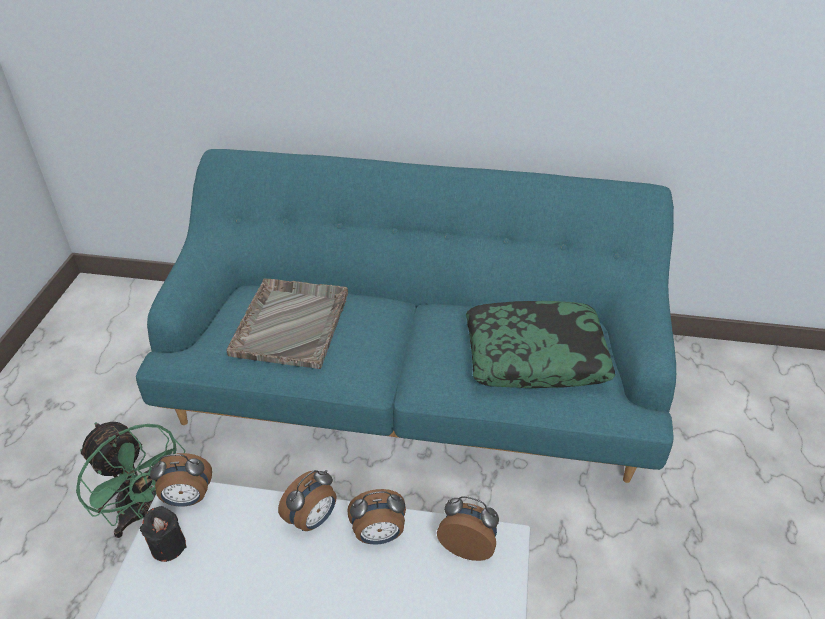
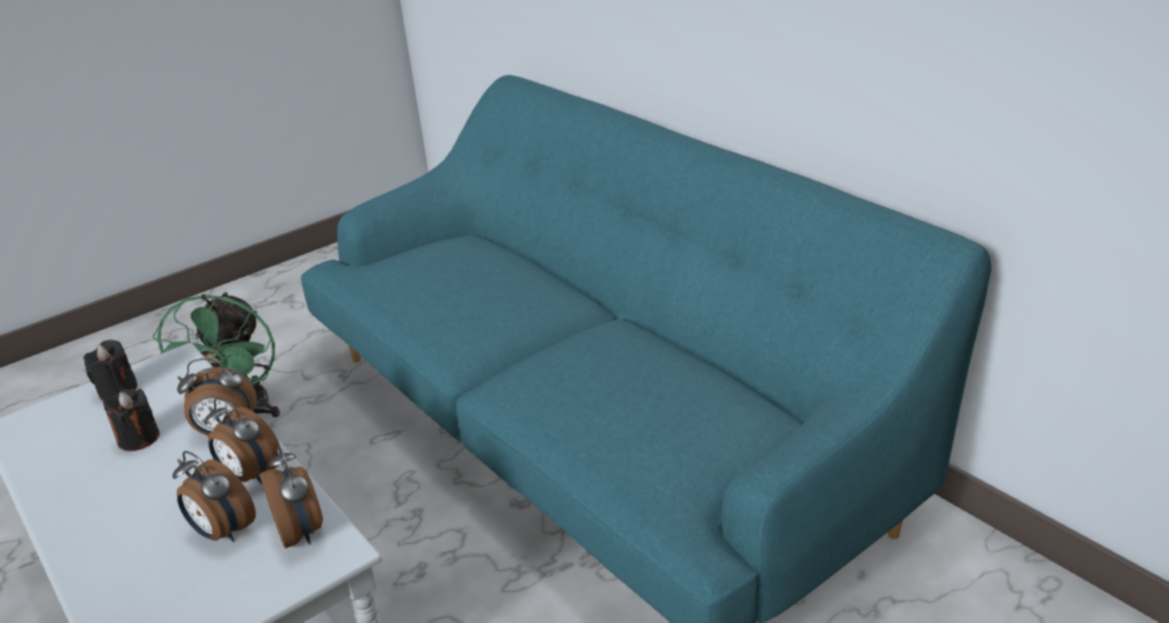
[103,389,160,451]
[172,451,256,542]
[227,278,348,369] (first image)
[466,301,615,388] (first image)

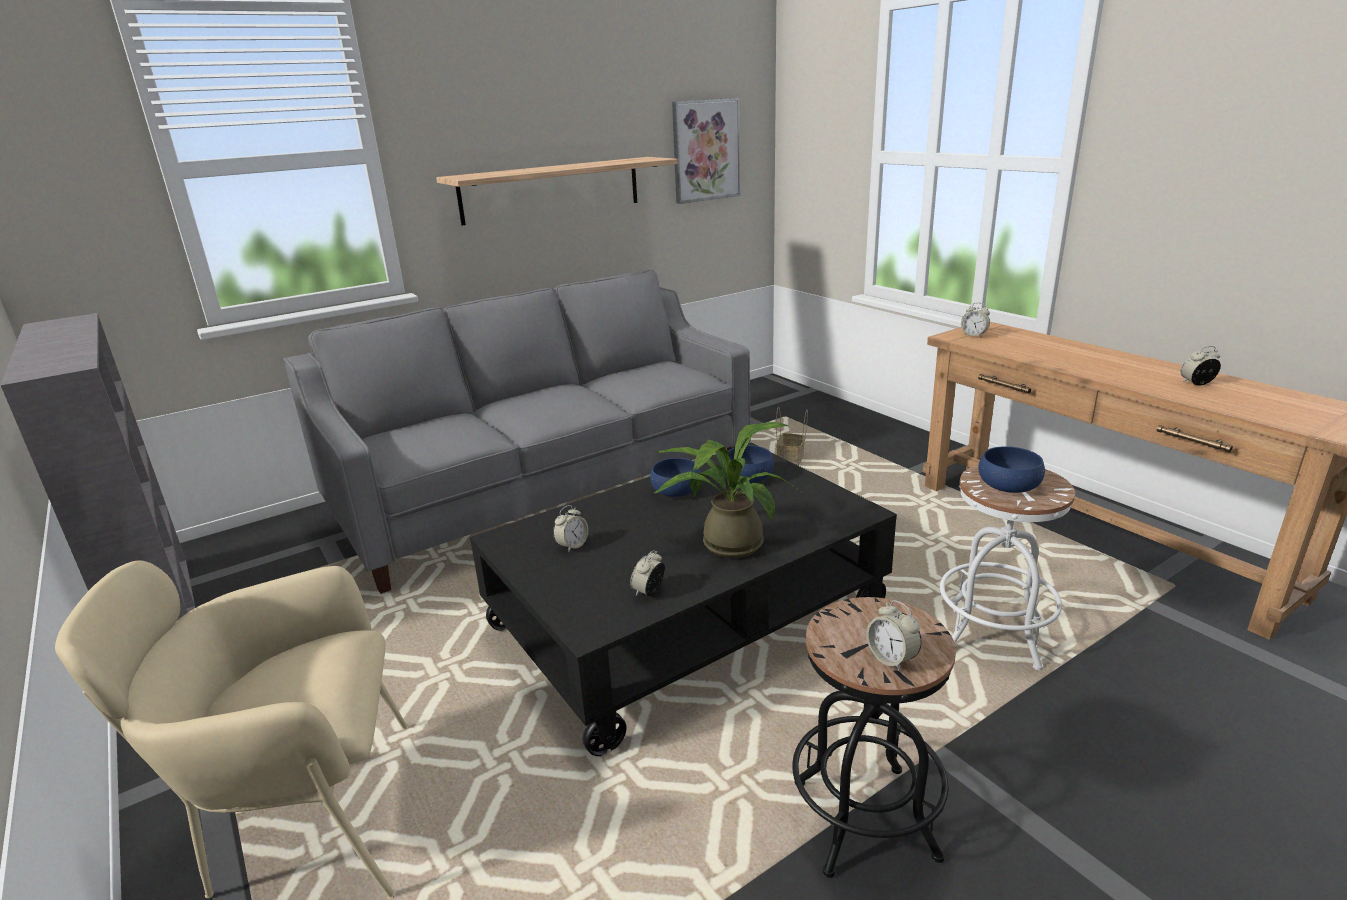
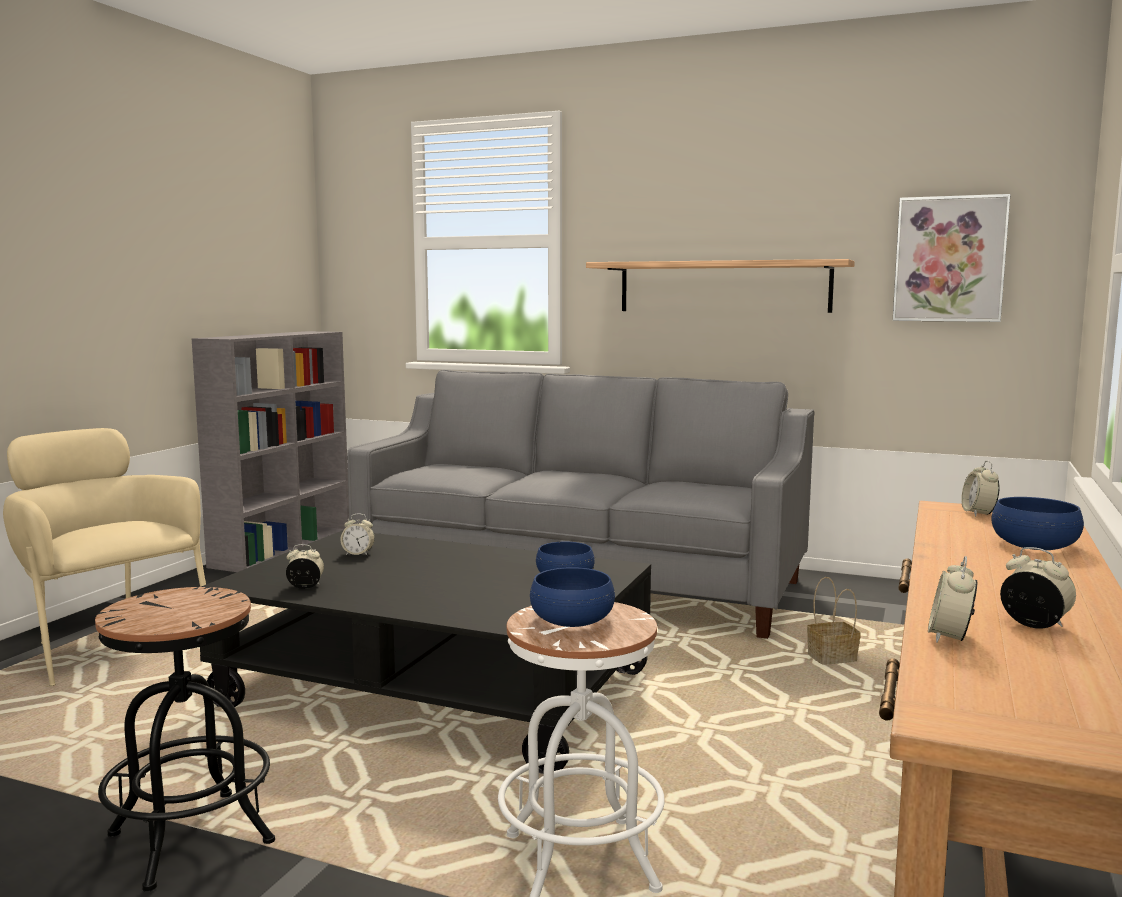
[928,556,977,643]
[992,497,1084,550]
[654,422,804,558] (first image)

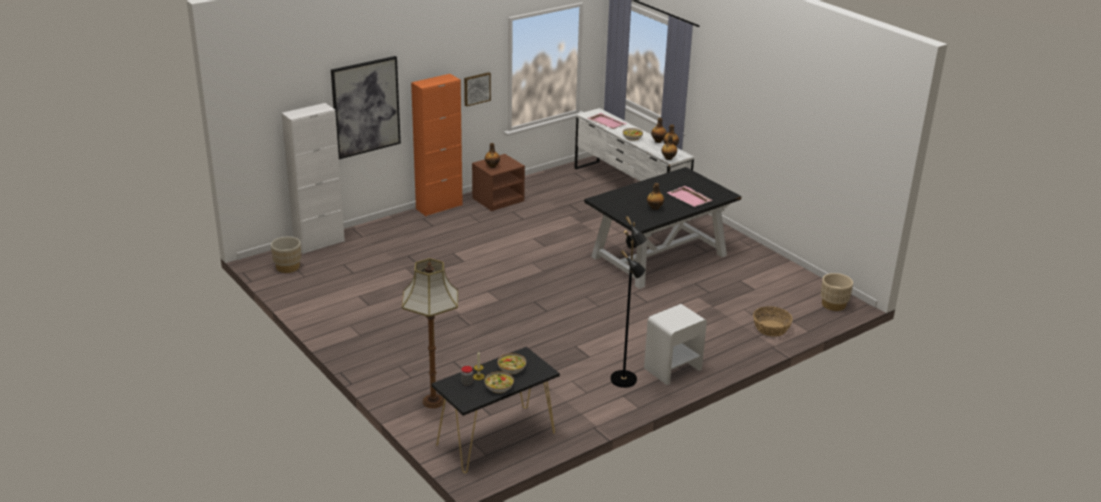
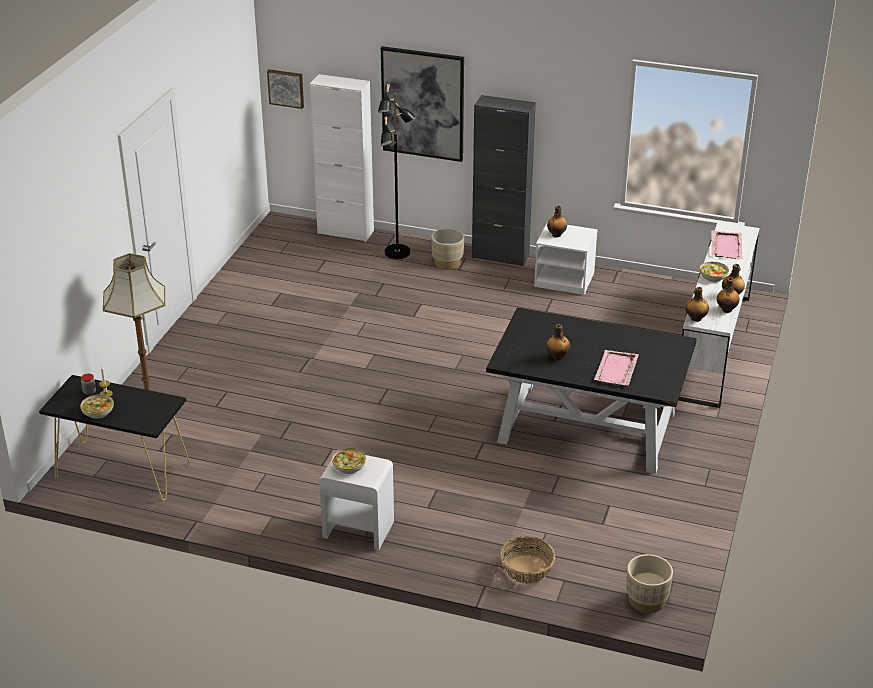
[267,69,304,109]
[332,448,366,474]
[378,84,416,259]
[431,228,464,270]
[472,95,536,266]
[534,222,598,295]

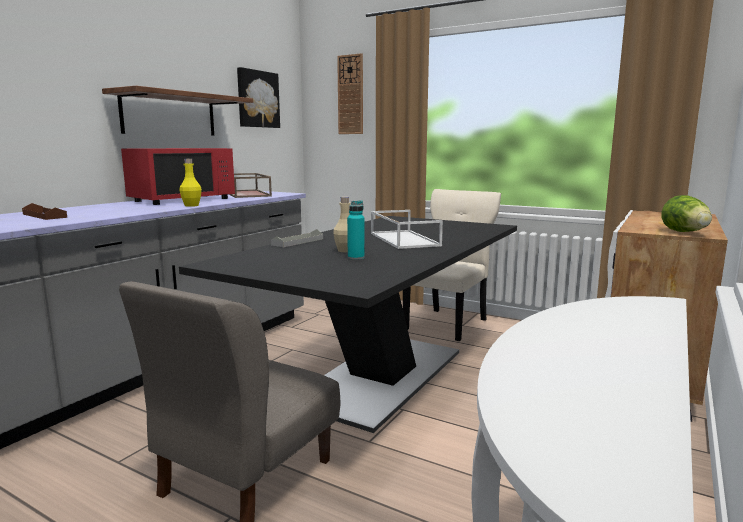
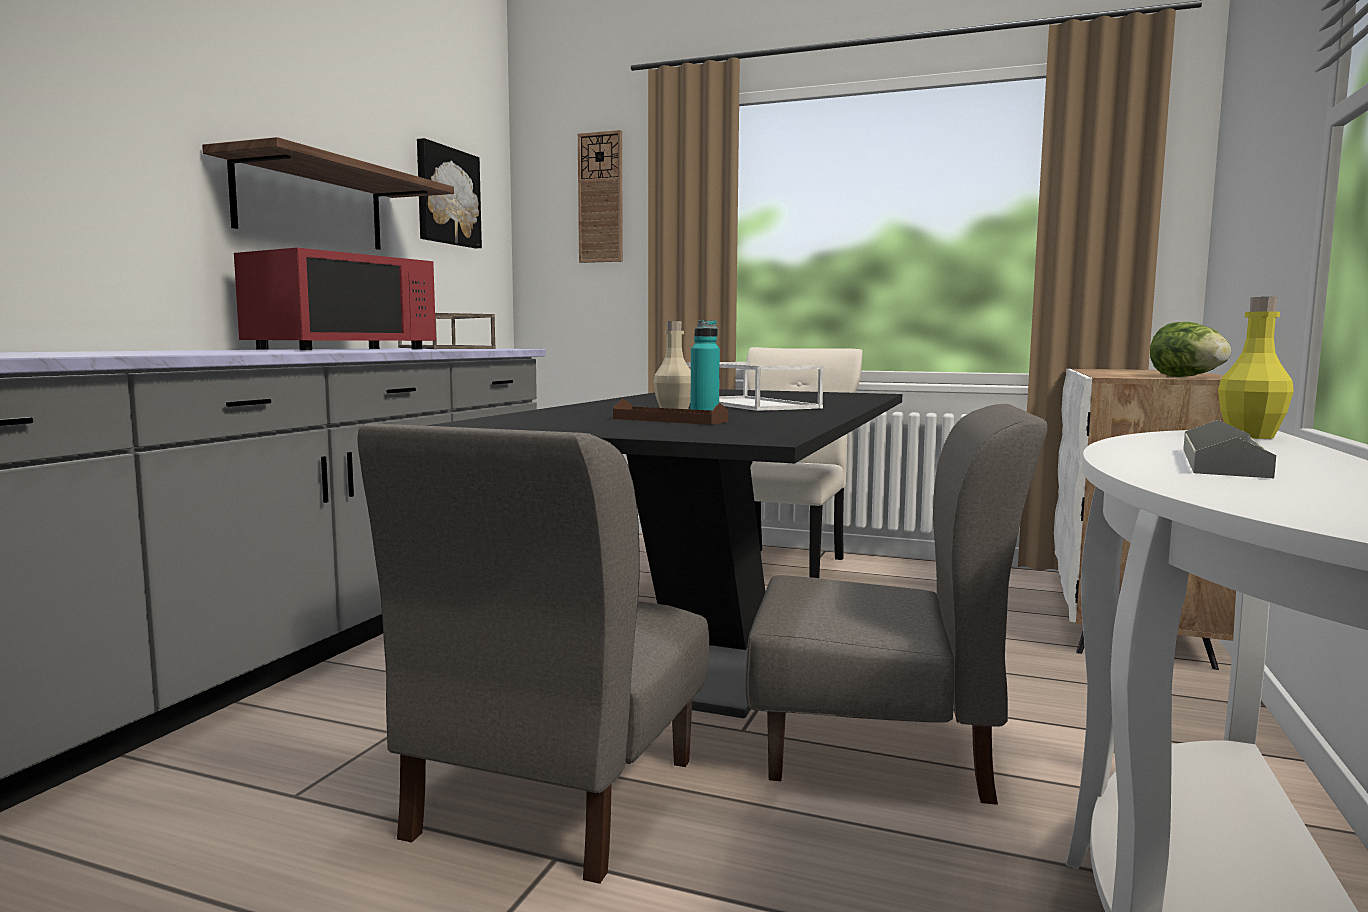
[613,398,728,425]
[745,404,1048,805]
[1183,420,1276,478]
[1218,297,1294,439]

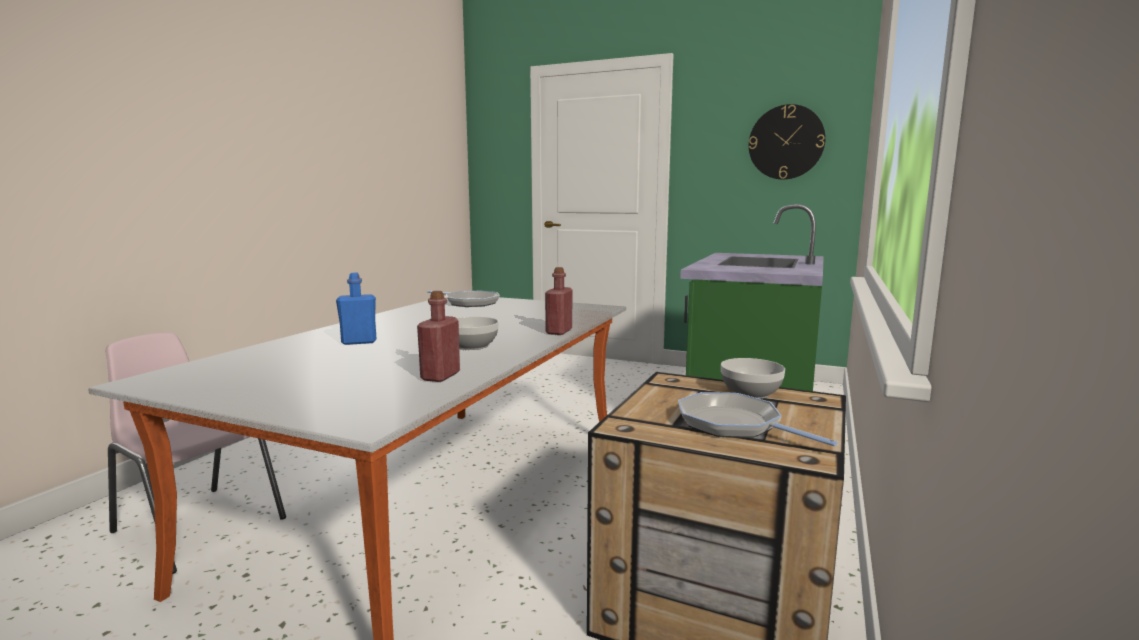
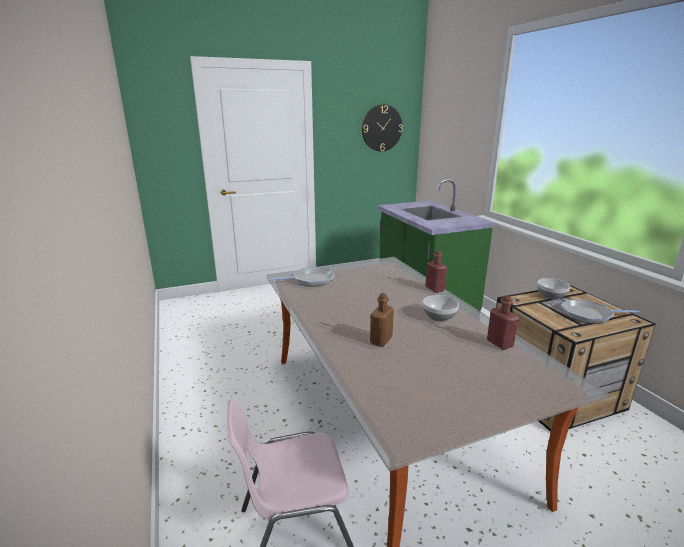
[370,293,394,347]

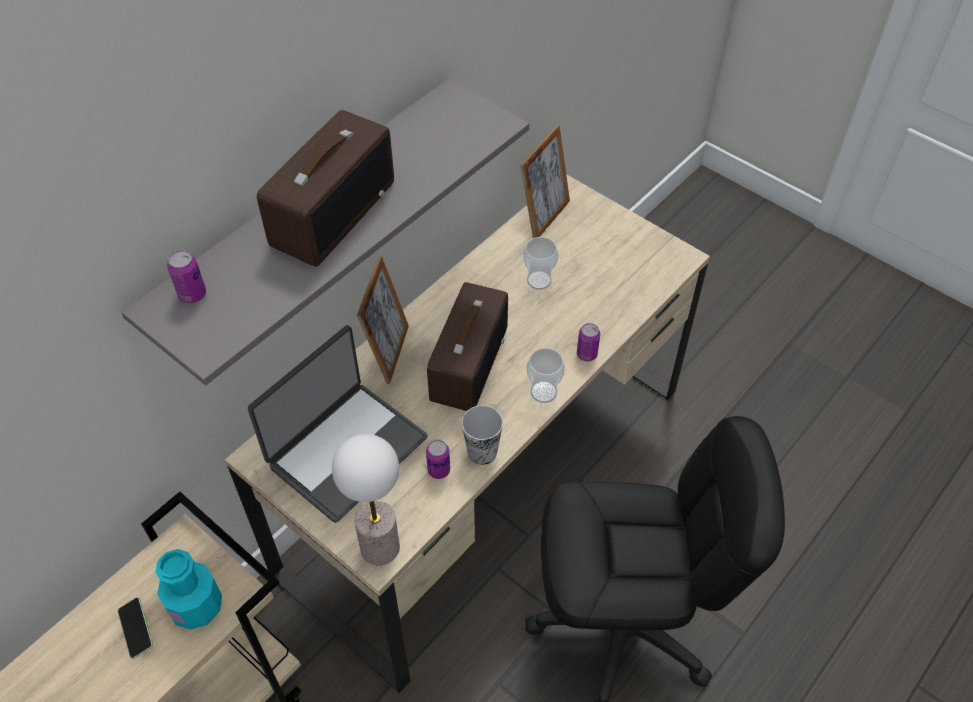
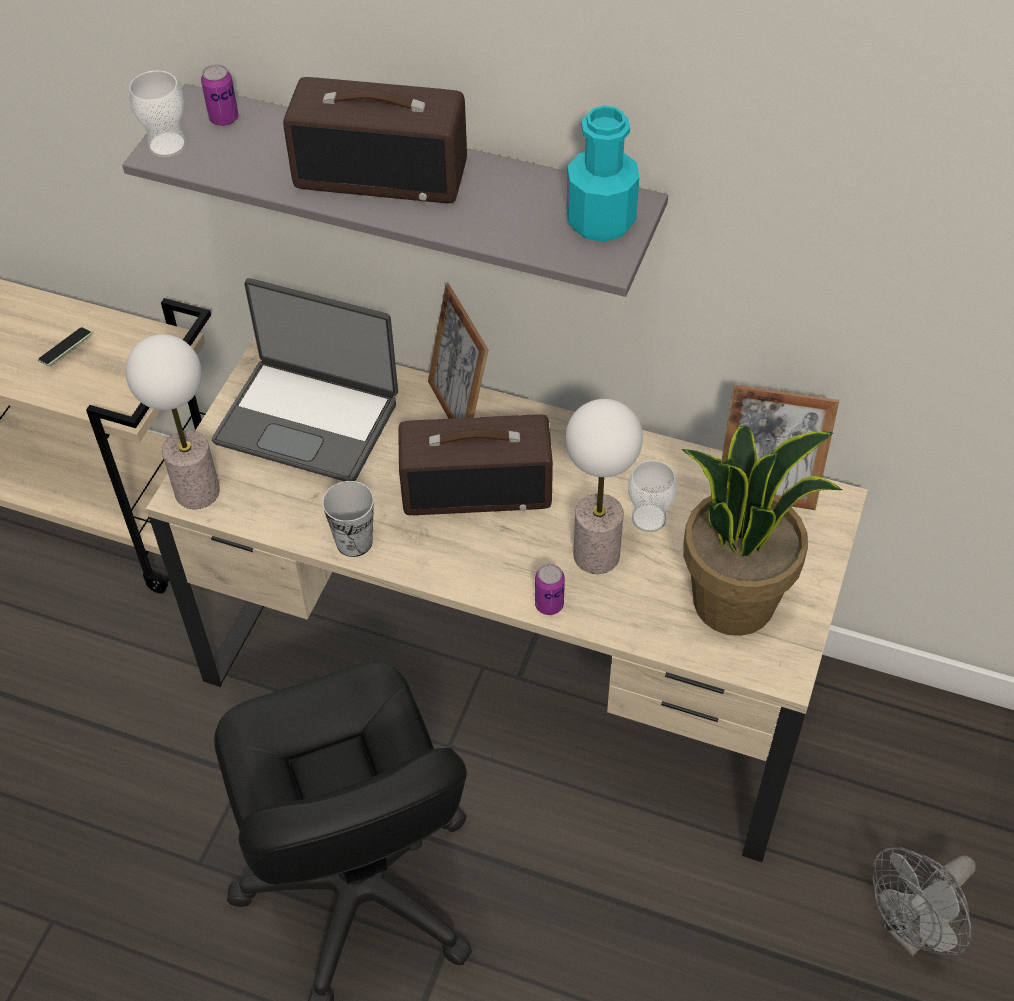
[129,71,186,157]
[428,284,489,419]
[565,399,643,574]
[567,105,640,242]
[682,425,842,636]
[872,847,976,956]
[426,440,450,479] (first image)

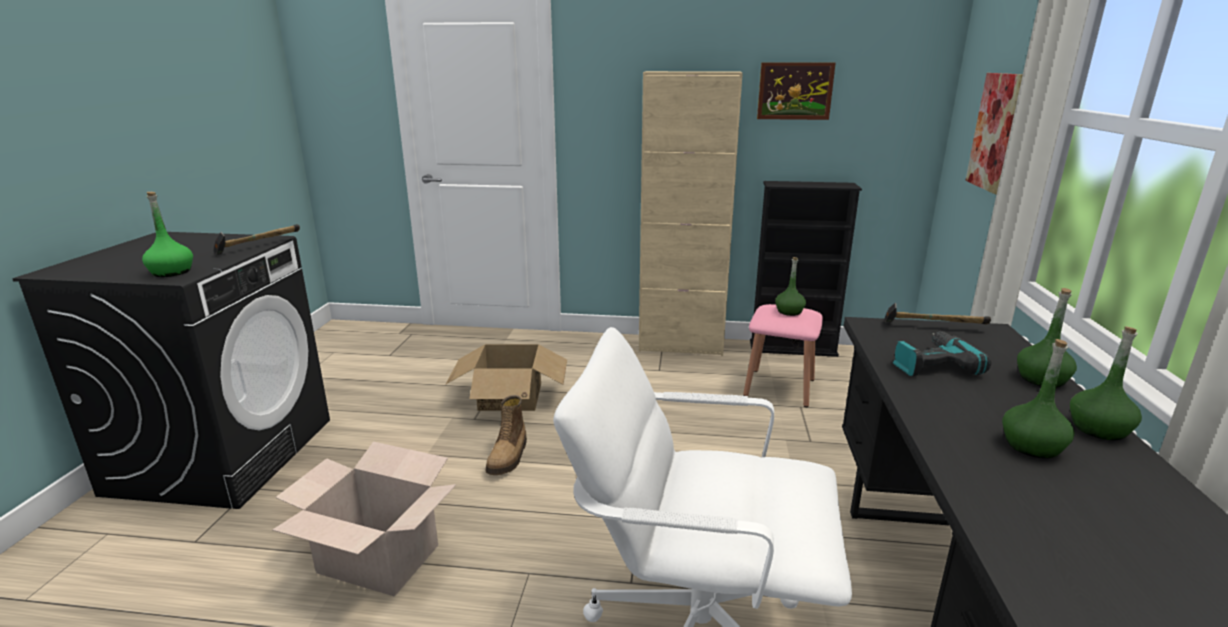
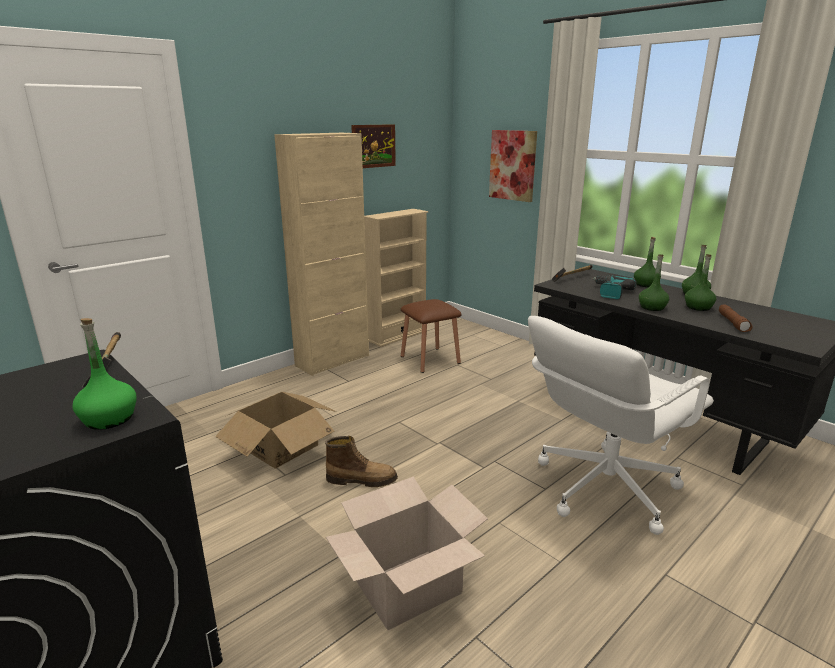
[325,436,398,487]
[364,209,428,347]
[401,299,462,373]
[639,254,669,311]
[719,304,753,332]

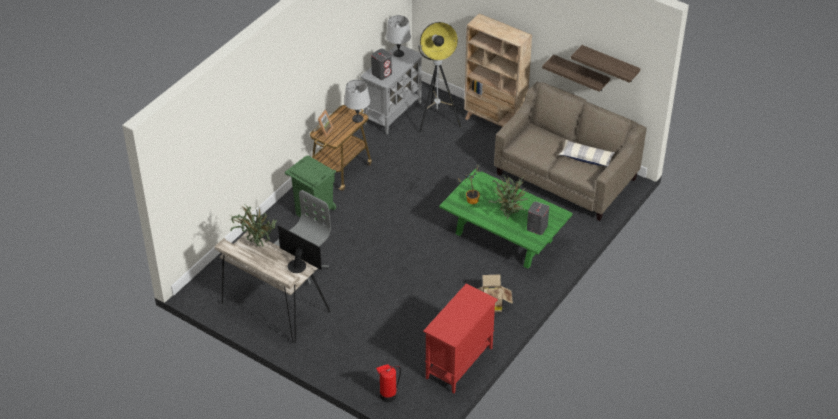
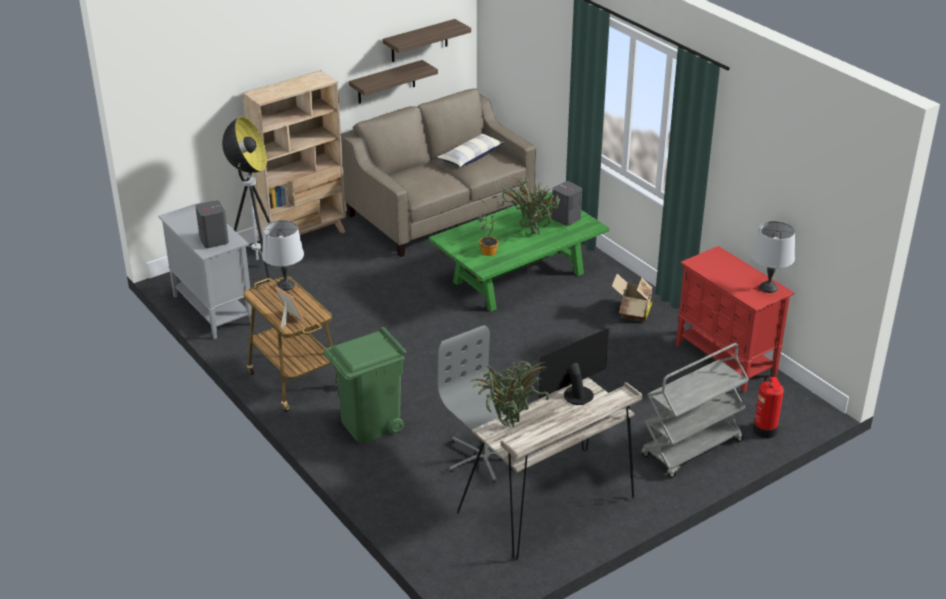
[641,343,749,478]
[752,221,795,293]

